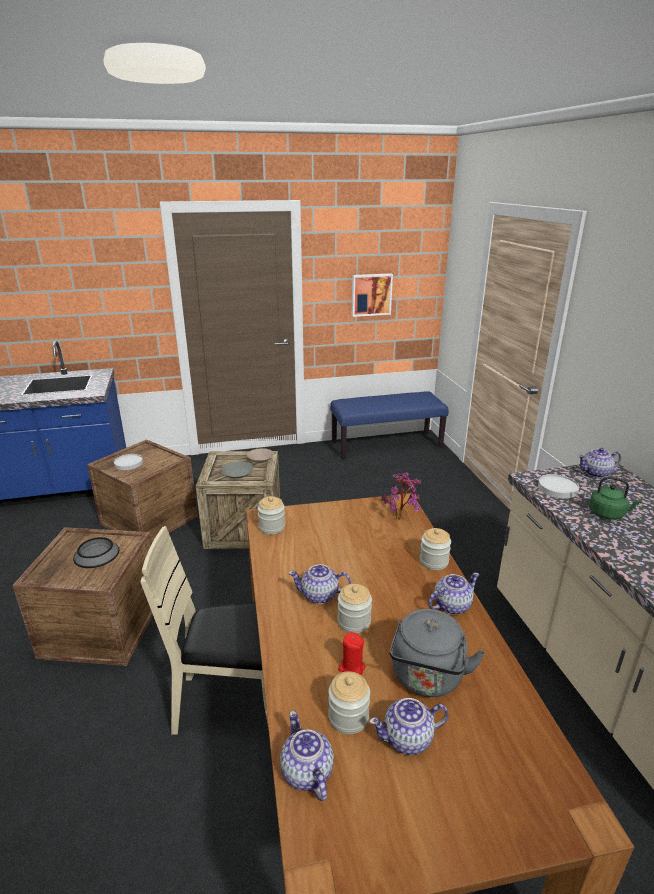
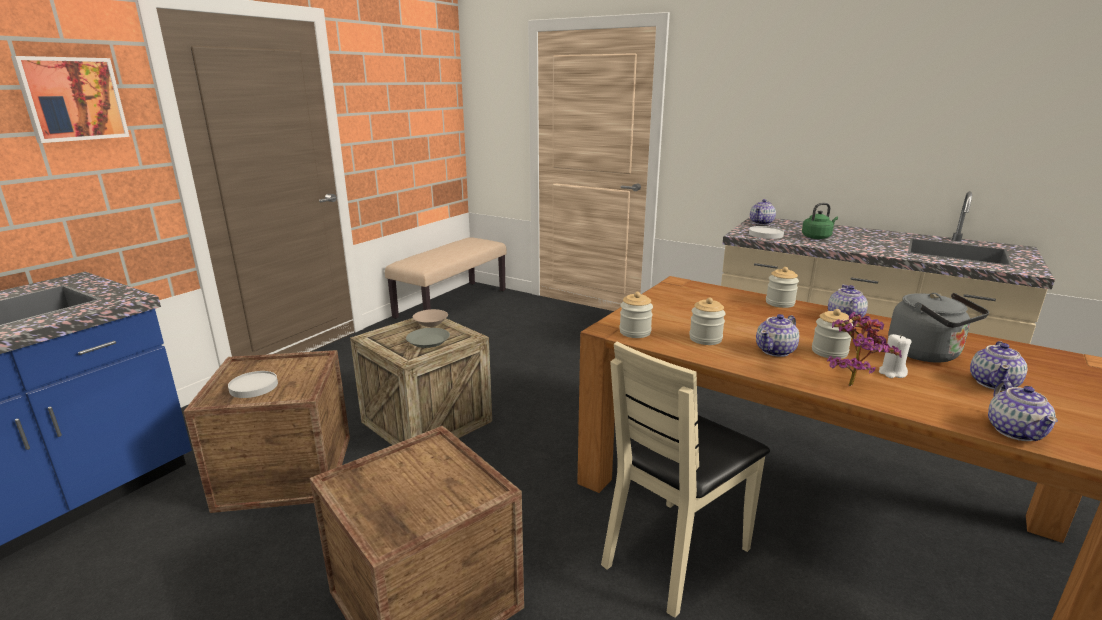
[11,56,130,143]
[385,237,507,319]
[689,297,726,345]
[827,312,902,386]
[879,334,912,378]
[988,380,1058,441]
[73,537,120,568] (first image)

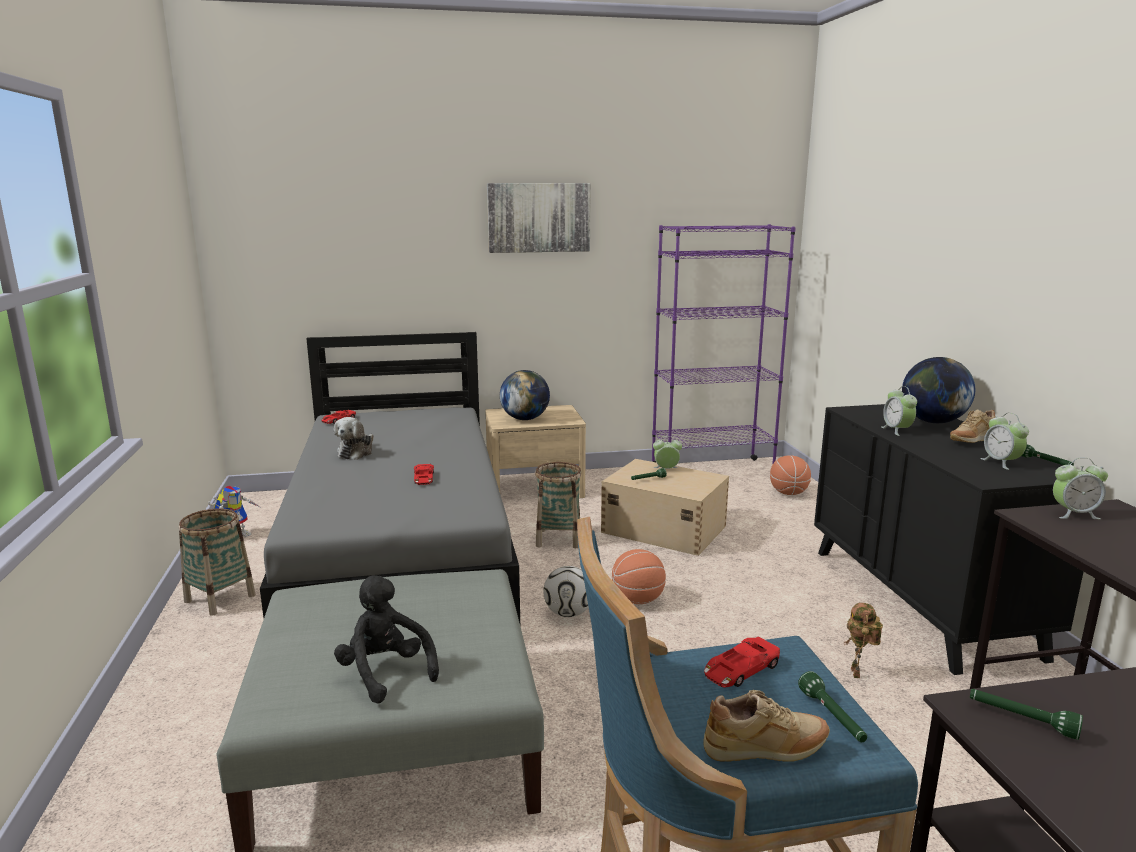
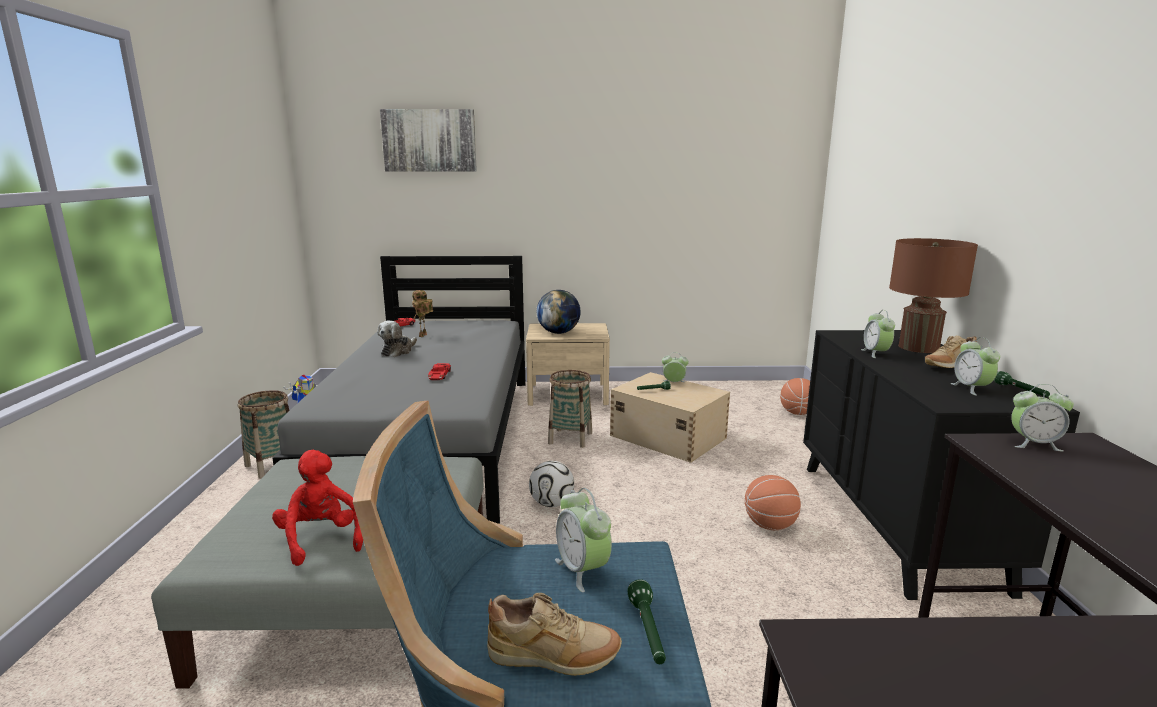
[272,450,363,566]
[380,109,477,172]
[412,290,433,337]
[555,488,612,592]
[745,475,801,530]
[889,238,978,353]
[652,224,796,465] (first image)
[970,689,1083,740] (first image)

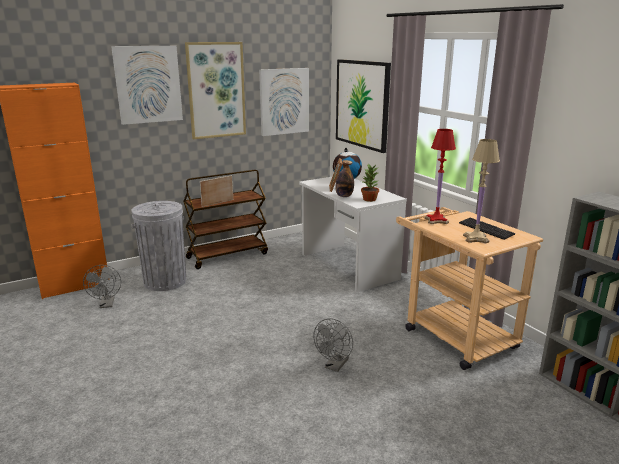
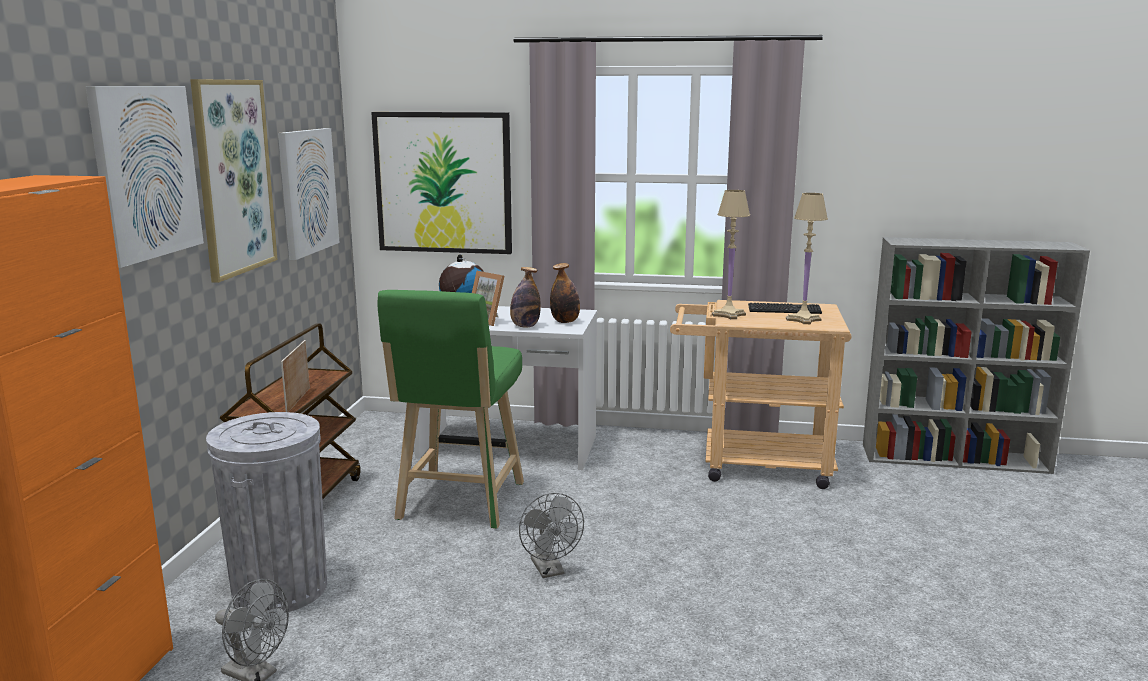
[377,290,524,529]
[519,493,584,578]
[550,263,580,323]
[712,190,750,319]

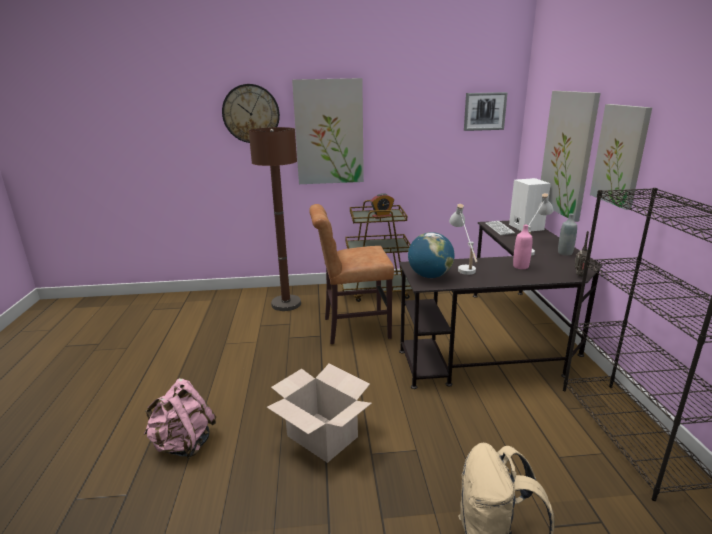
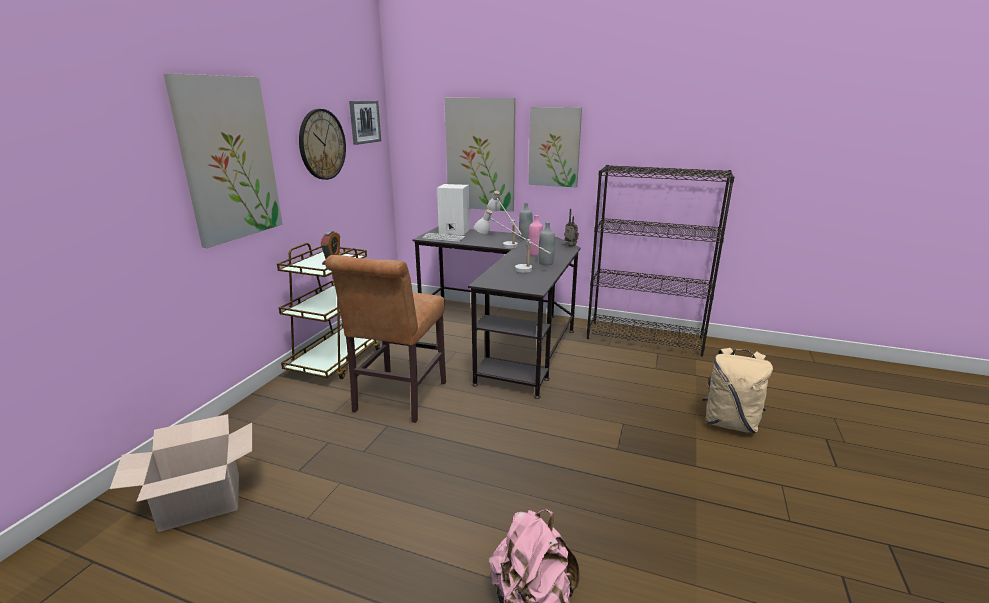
[110,414,252,532]
[299,109,346,180]
[539,222,555,265]
[249,127,301,311] (first image)
[408,232,454,278] (first image)

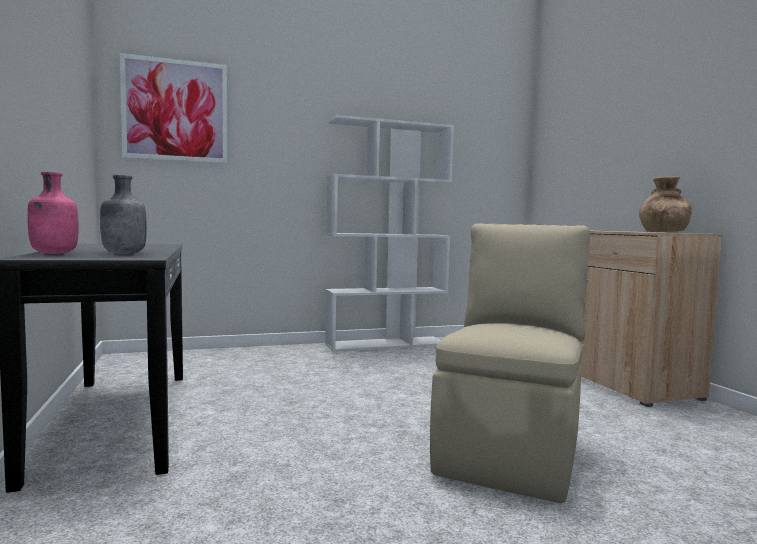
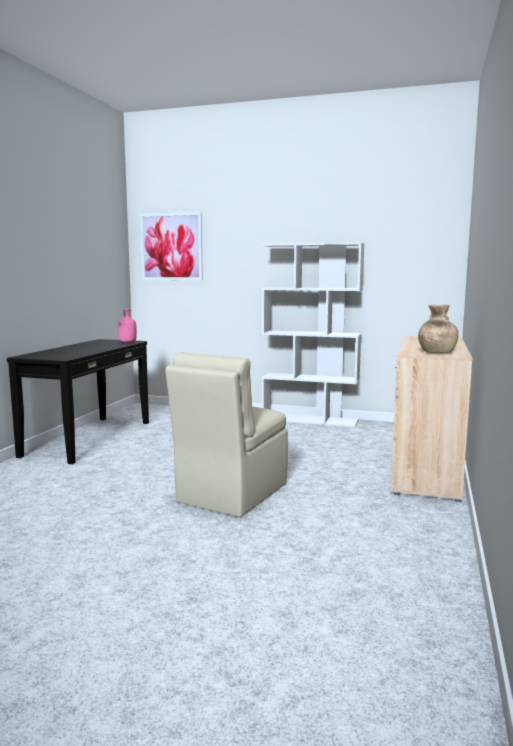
[118,309,137,343]
[165,352,288,517]
[100,175,147,254] (first image)

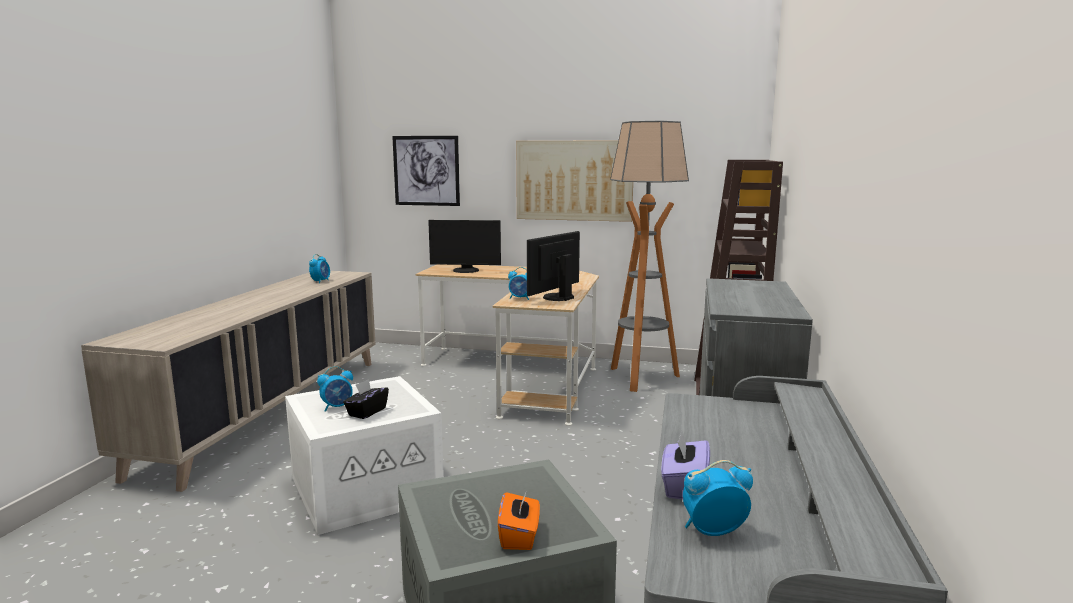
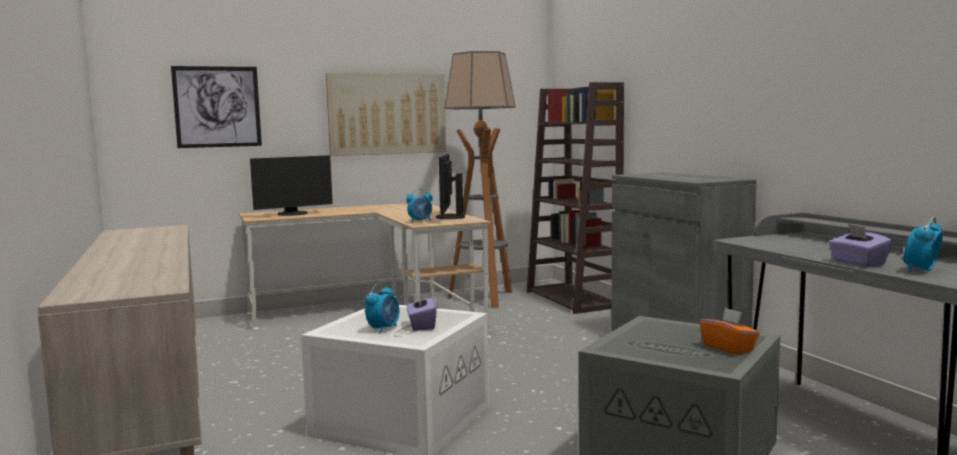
[407,291,437,331]
[309,254,330,284] (first image)

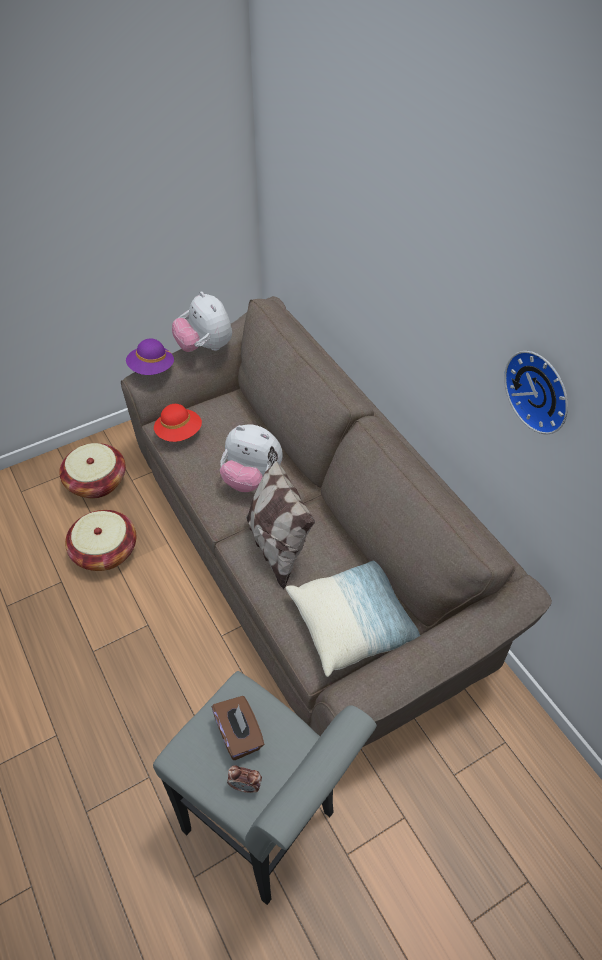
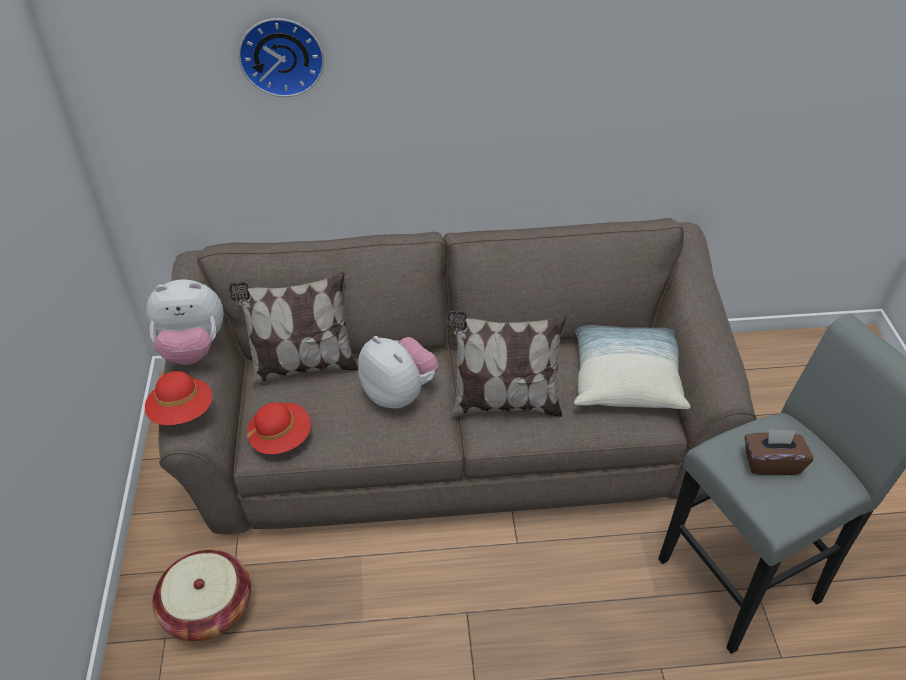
[145,371,212,425]
[228,272,358,387]
[238,18,324,97]
[358,336,439,408]
[65,510,136,571] (first image)
[227,765,262,793] (first image)

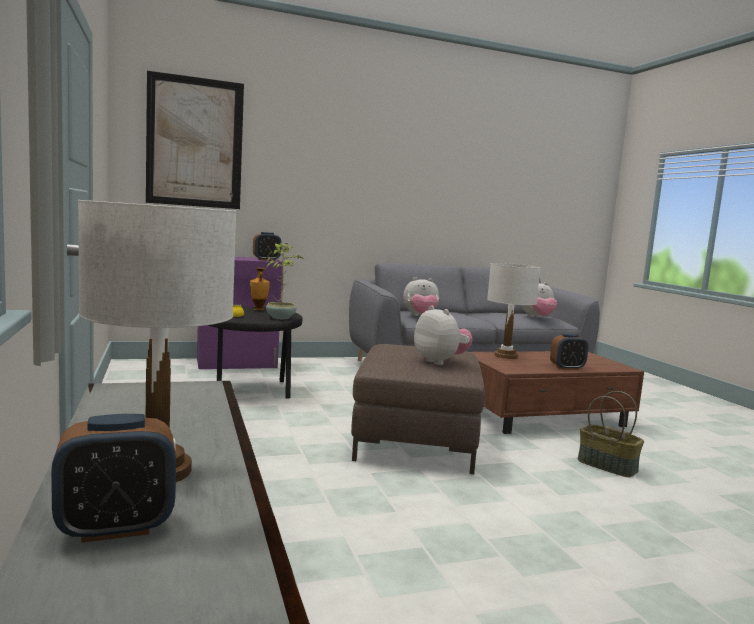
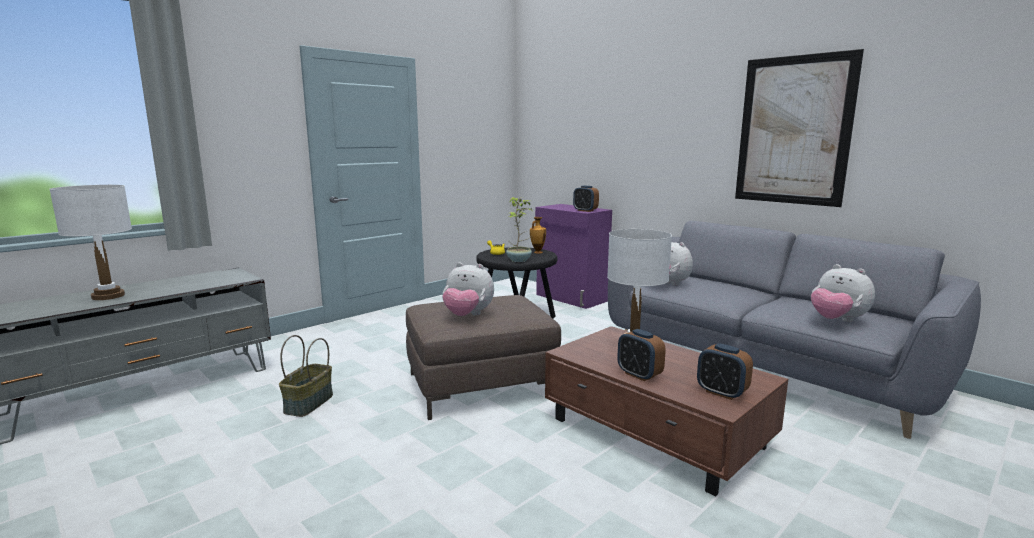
[279,335,333,417]
[442,262,494,316]
[697,343,753,400]
[735,49,864,207]

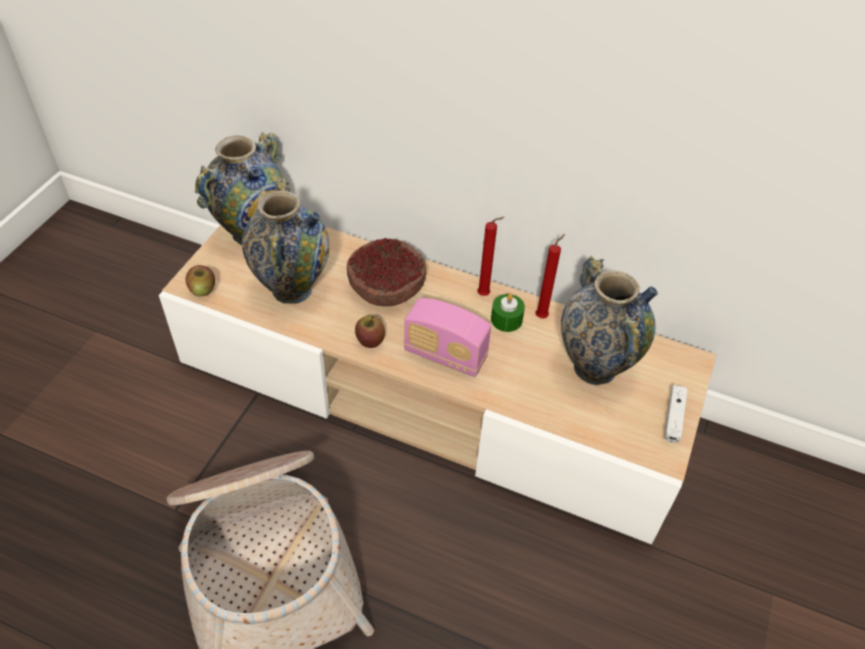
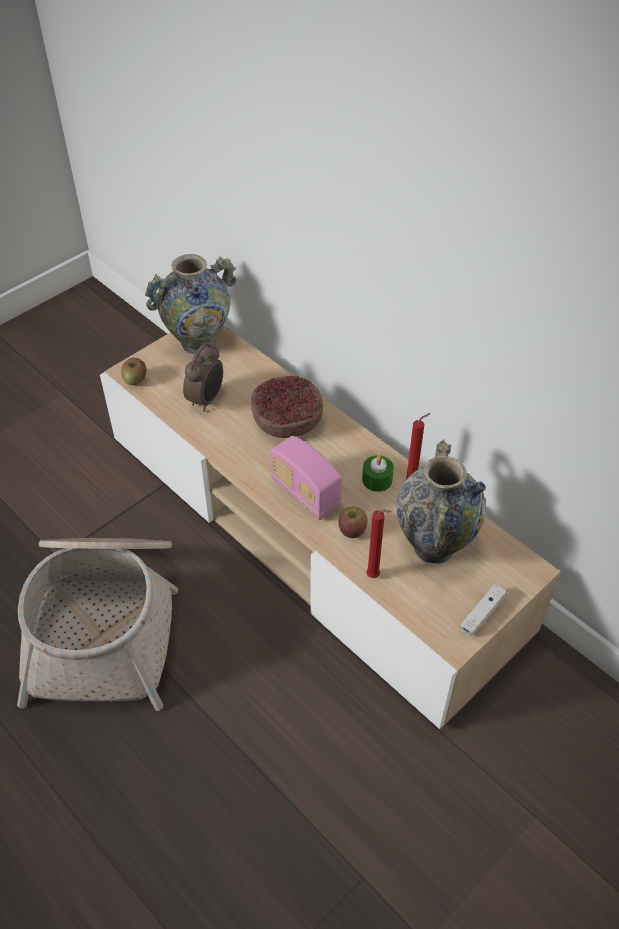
[183,342,223,411]
[338,507,367,538]
[366,510,391,578]

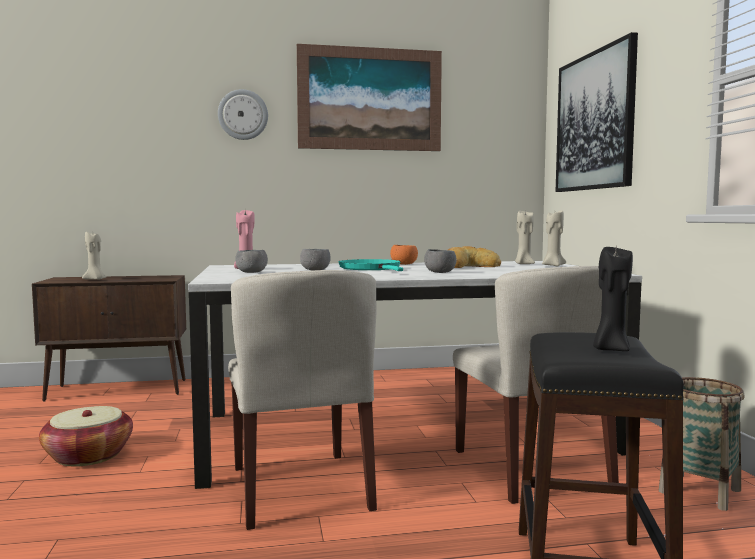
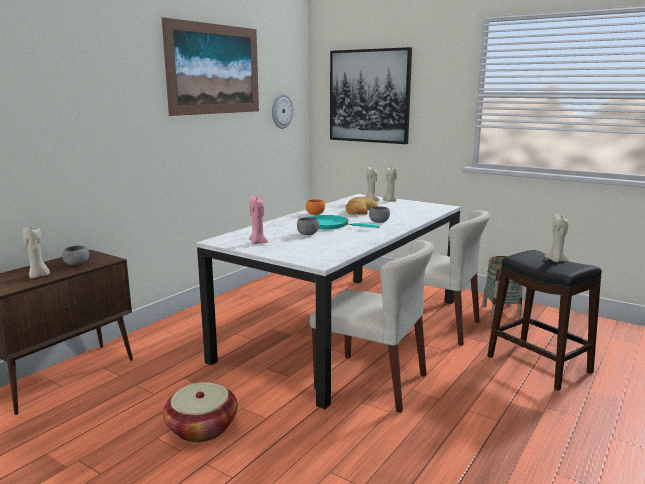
[62,246,89,266]
[272,93,294,129]
[544,214,569,262]

